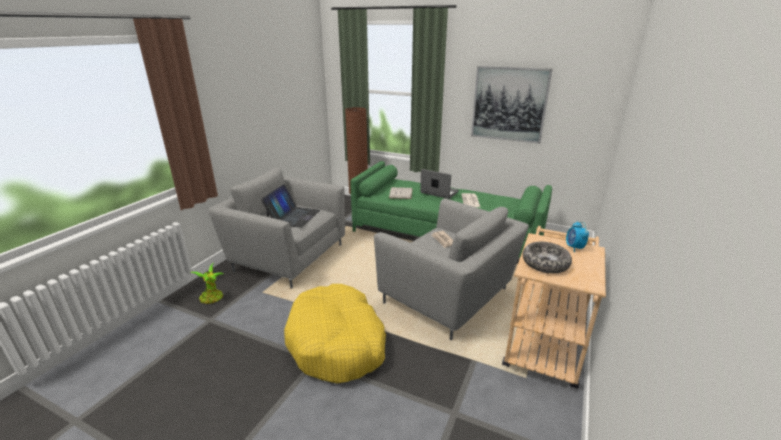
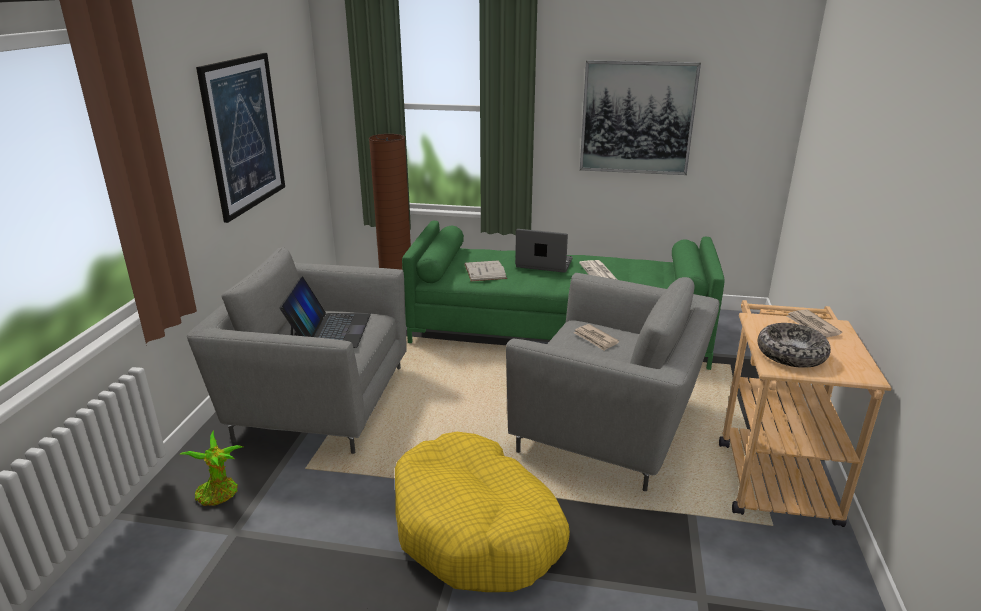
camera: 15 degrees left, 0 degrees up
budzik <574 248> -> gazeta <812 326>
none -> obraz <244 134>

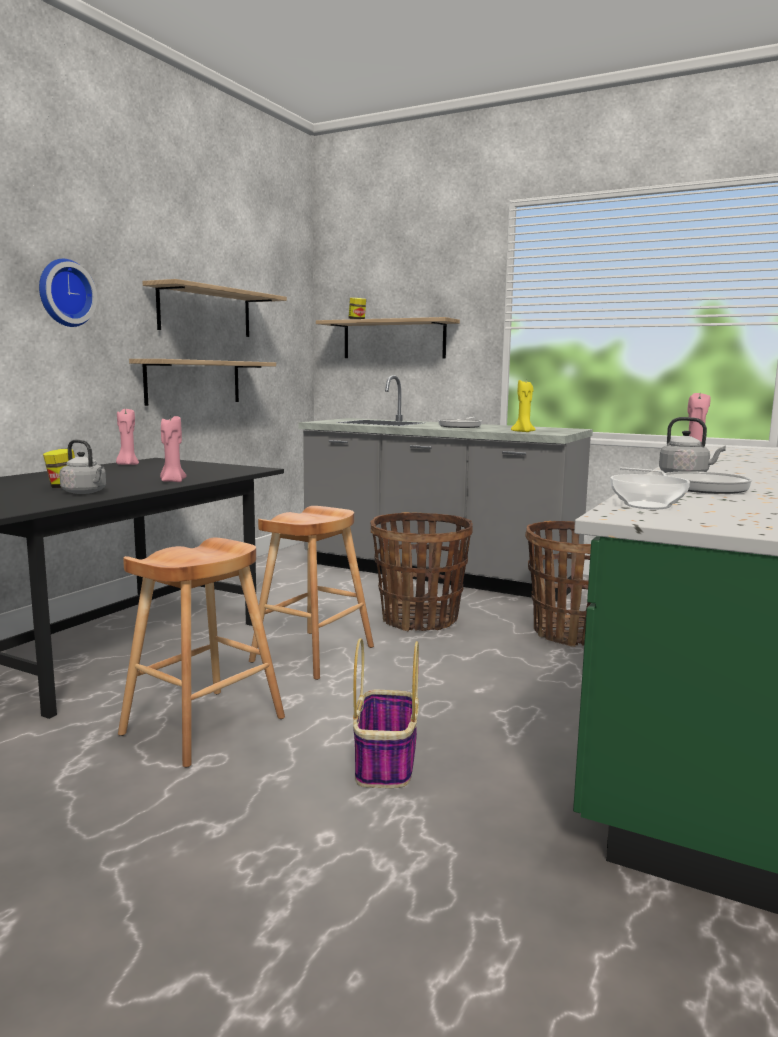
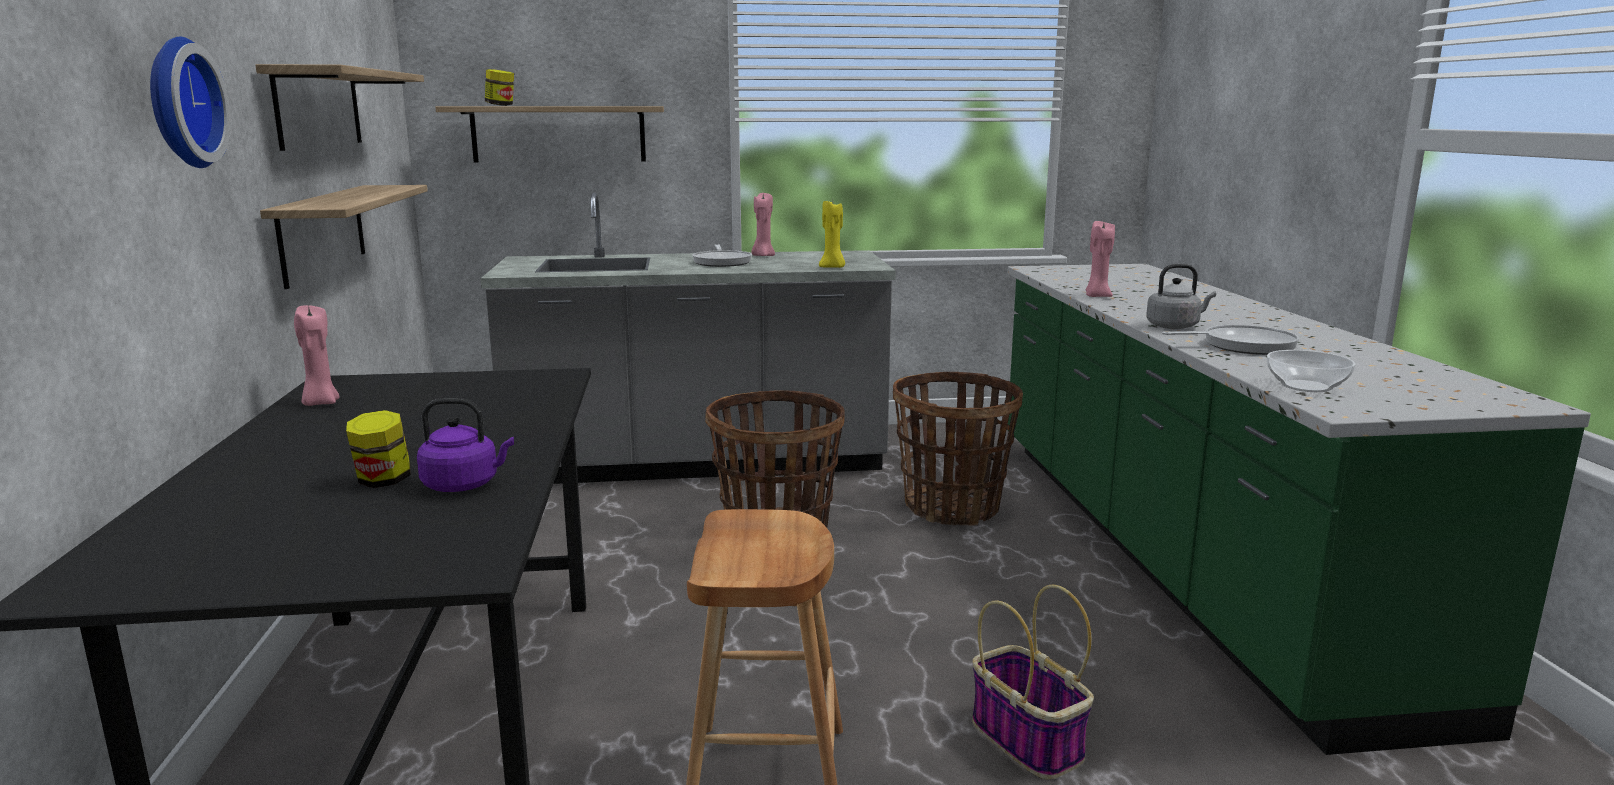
camera: 35 degrees left, 5 degrees up
czajnik/szary <85 492> -> czajnik/fioletowy <465 485>
świeca/różowy <172 481> -> świeca/różowy <763 256>, relocated
stołek/brązowy <313 654> -> none

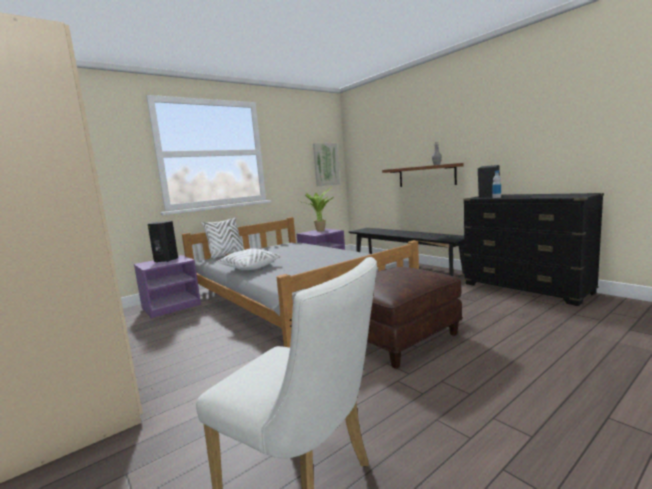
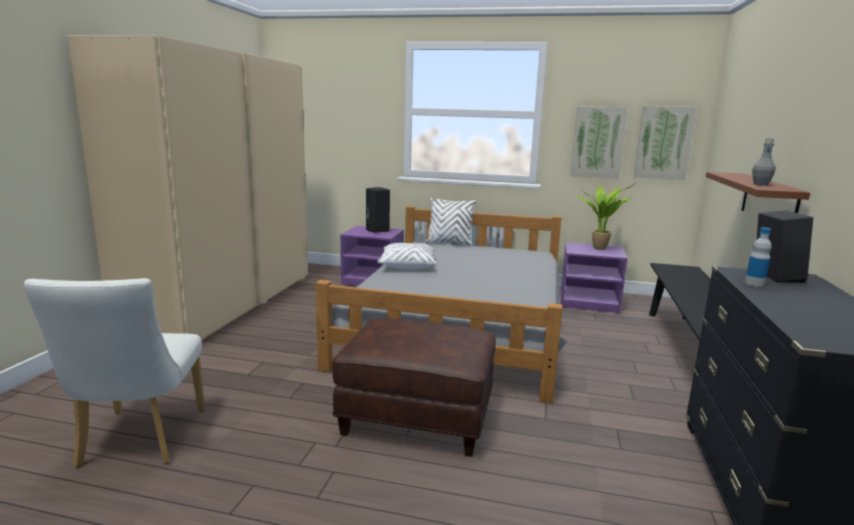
camera: 50 degrees right, 5 degrees up
none -> obraz <598 142>

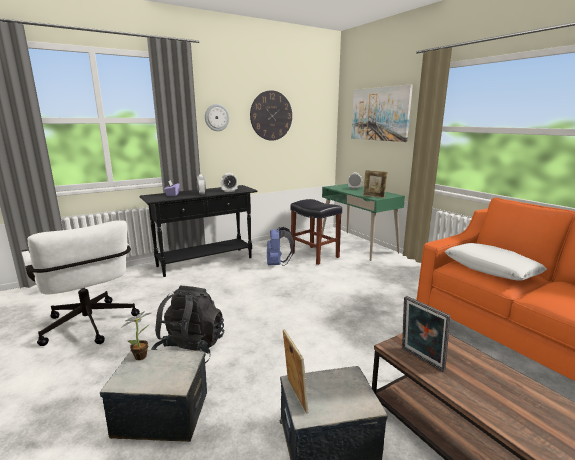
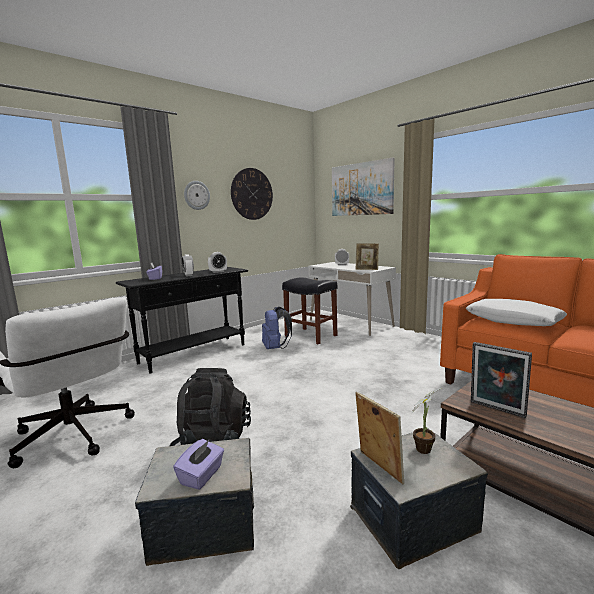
camera: 10 degrees left, 5 degrees down
roślina doniczkowa <143 356> -> roślina doniczkowa <424 448>, relocated
biurko/zielony <358 245> -> biurko/biały <350 323>
none -> pudełko chusteczek/fioletowy <202 475>

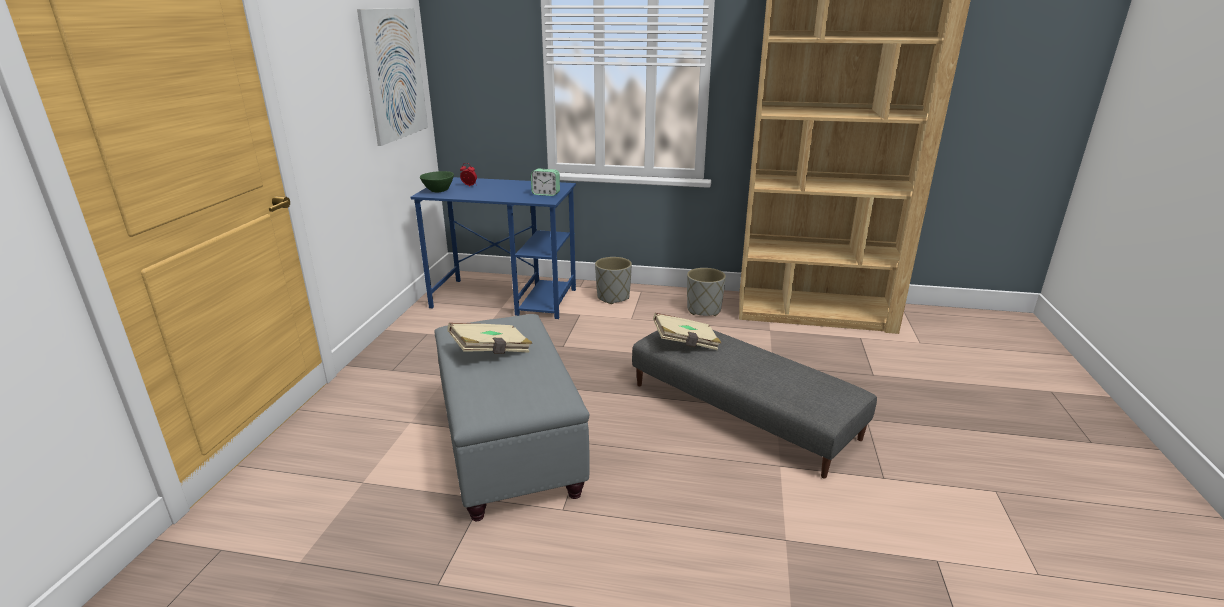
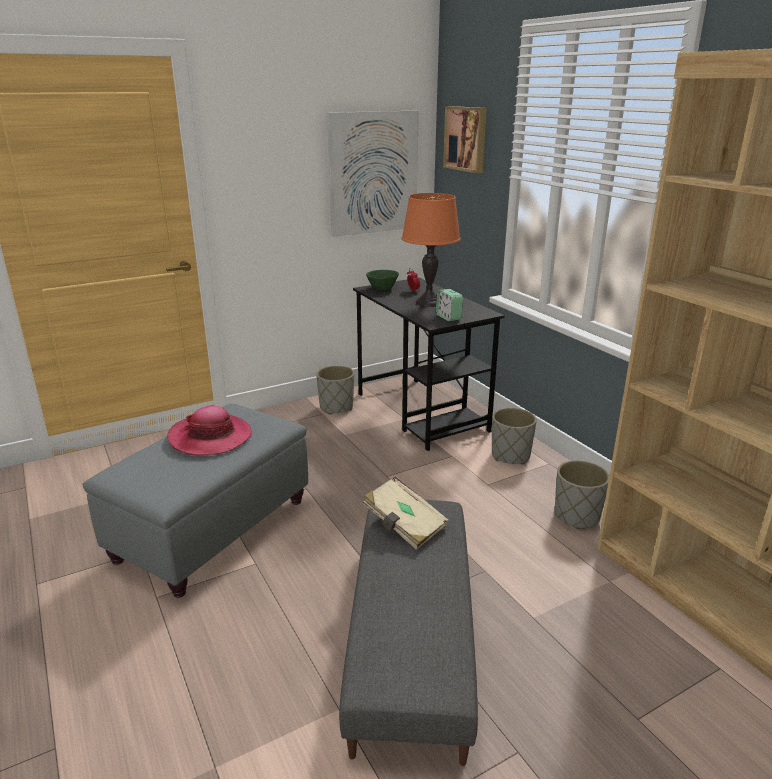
camera: 50 degrees right, 0 degrees up
biurko/niebieski <505 298> -> biurko/czarny <422 412>
książka/beżowy <491 352> -> kapelusz <210 437>
none -> donica/szary <336 407>
none -> lampa stołowa/pomarańczowy <429 303>
none -> obraz <466 139>

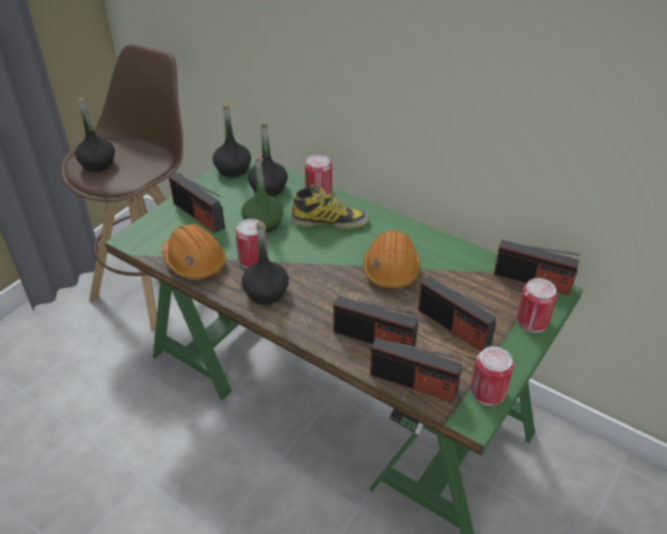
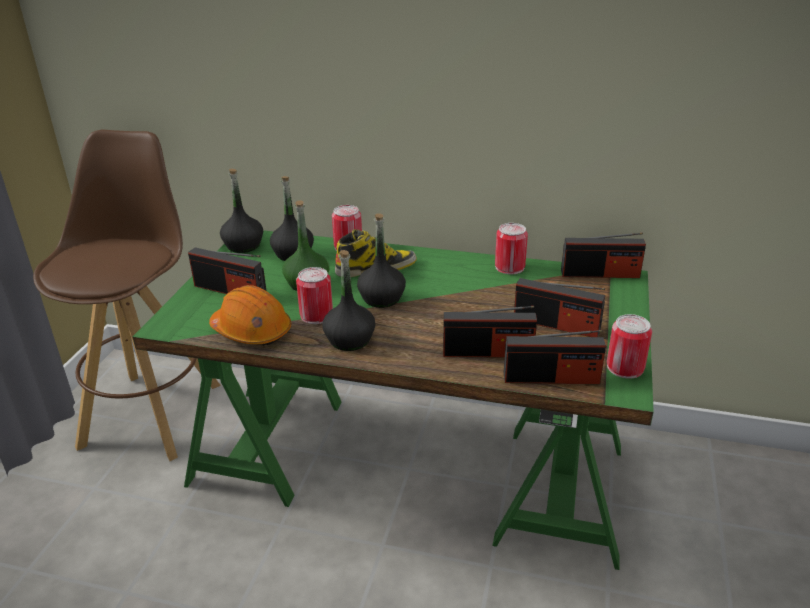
camera: 20 degrees left, 10 degrees down
butelka/czarny <98 164> -> butelka/czarny <382 298>, relocated
kask/pomarańczowy <391 269> -> none
puszka <532 321> -> puszka <509 267>, relocated

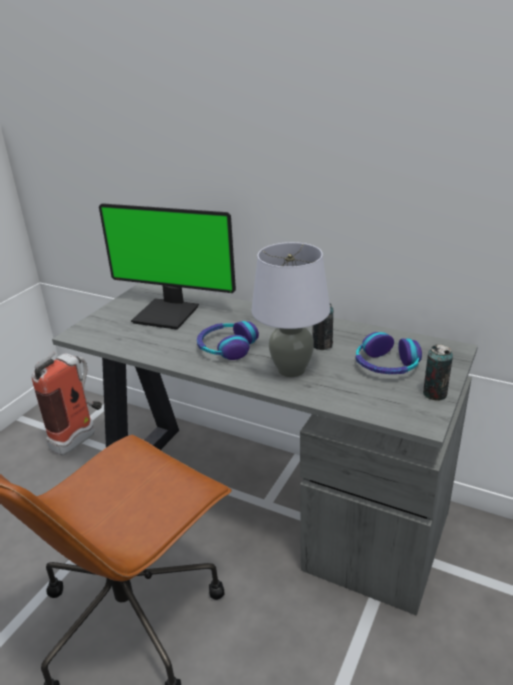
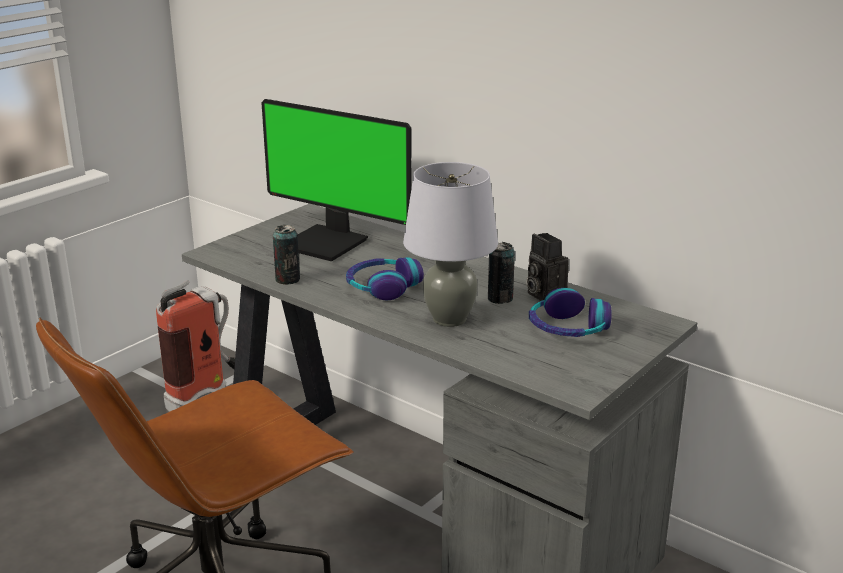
camera: 10 degrees right, 5 degrees down
puszka <434 394> -> puszka <287 279>, relocated
none -> aparat fotograficzny <543 294>

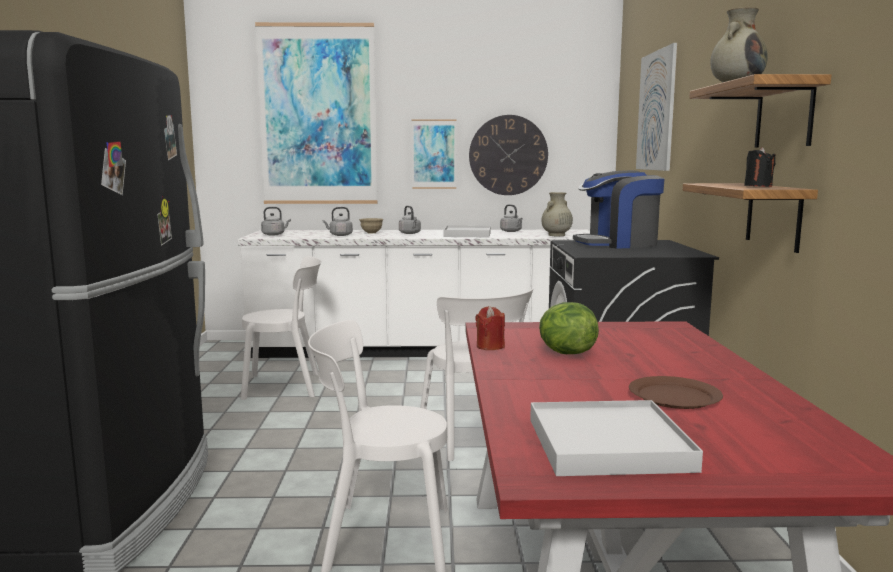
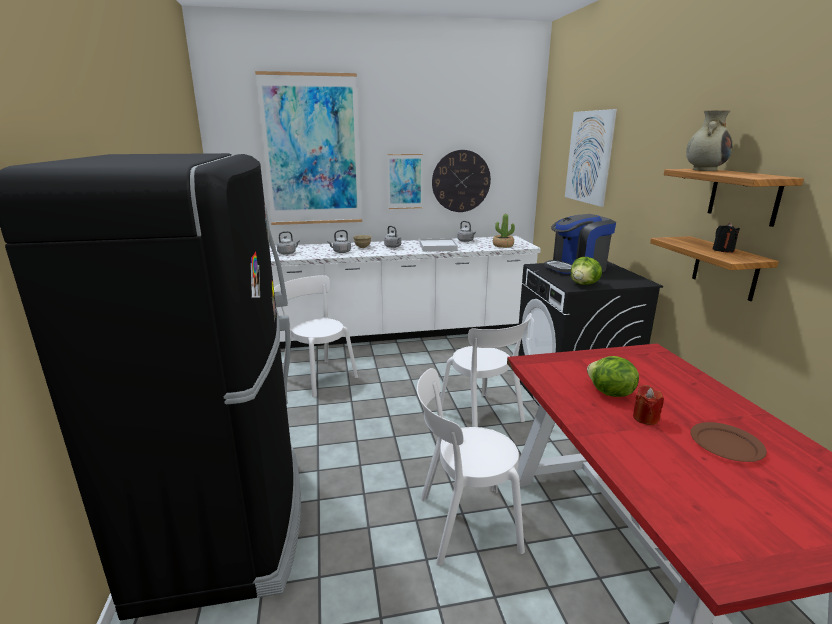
camera: 10 degrees left, 10 degrees up
krzesło/biały <287 385> -> krzesło/biały <318 376>, 120 degrees counterclockwise
świeca/czerwony <490 346> -> świeca/czerwony <645 418>, relocated
taca/biały <608 444> -> none
wazon/beżowy <556 235> -> roślina doniczkowa <503 245>
none -> sałata <584 284>

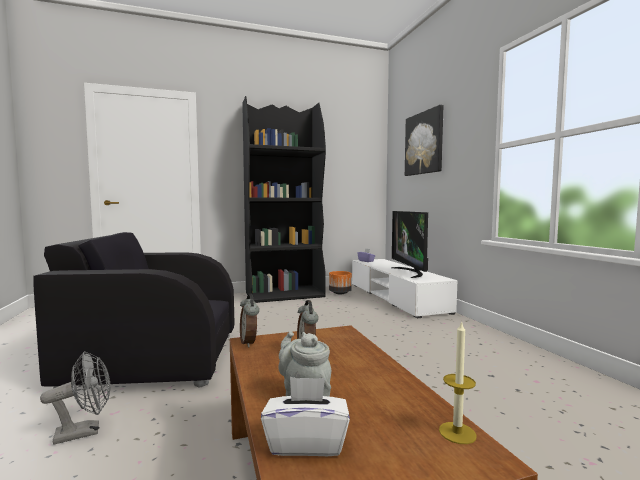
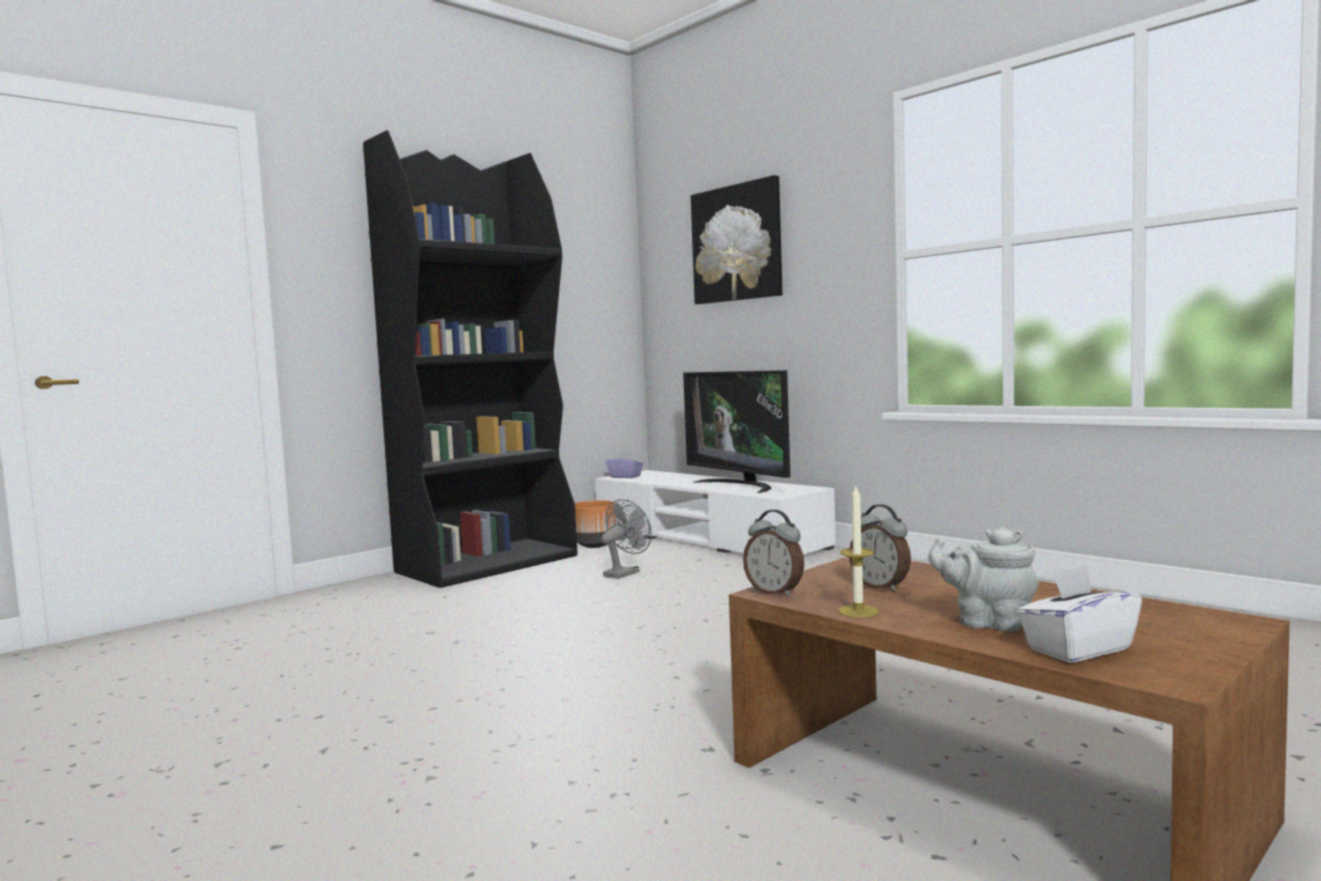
camera: 25 degrees left, 0 degrees up
fotel/czarny <155 359> -> none
wentylator/szary <85 431> -> wentylator/szary <625 573>, relocated
świeca <457 433> -> świeca <858 611>, relocated

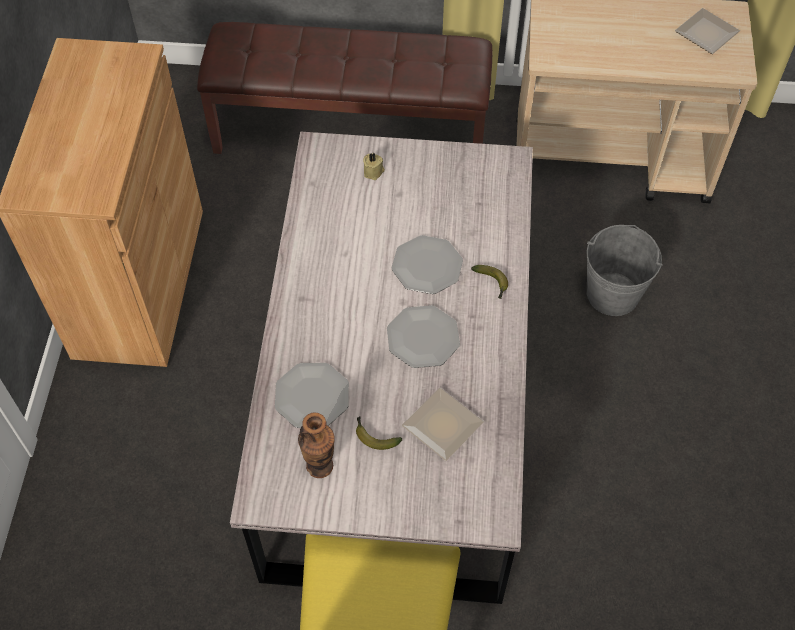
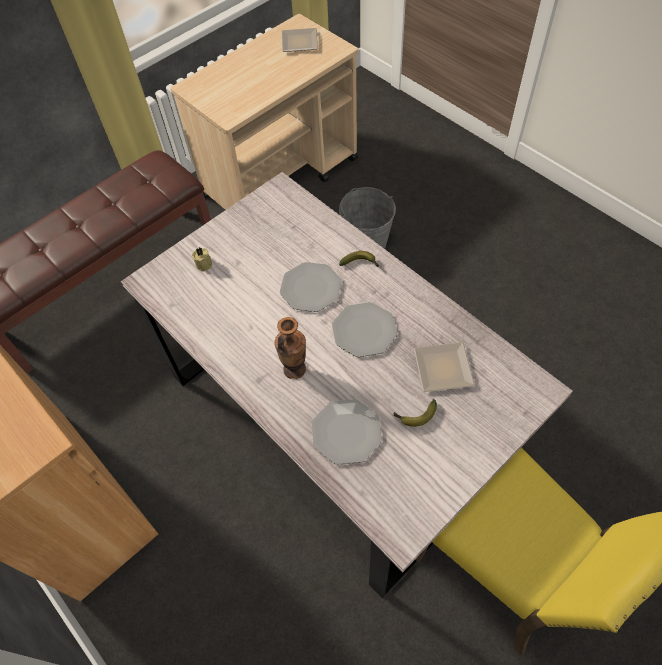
camera: 45 degrees left, 0 degrees up
wazon <320 466> -> wazon <294 369>, relocated

